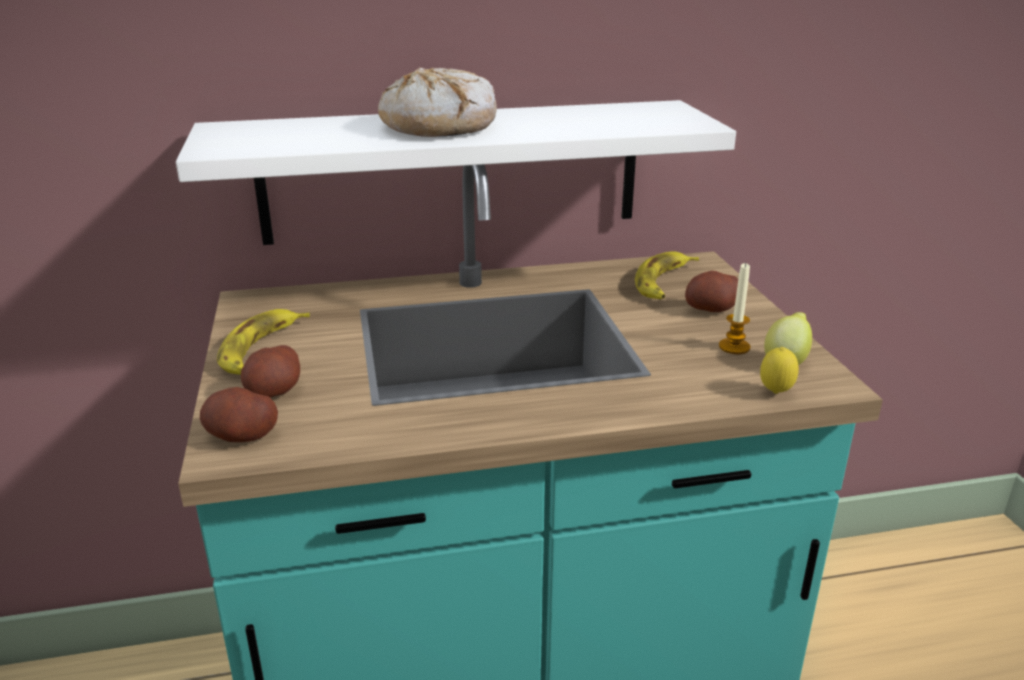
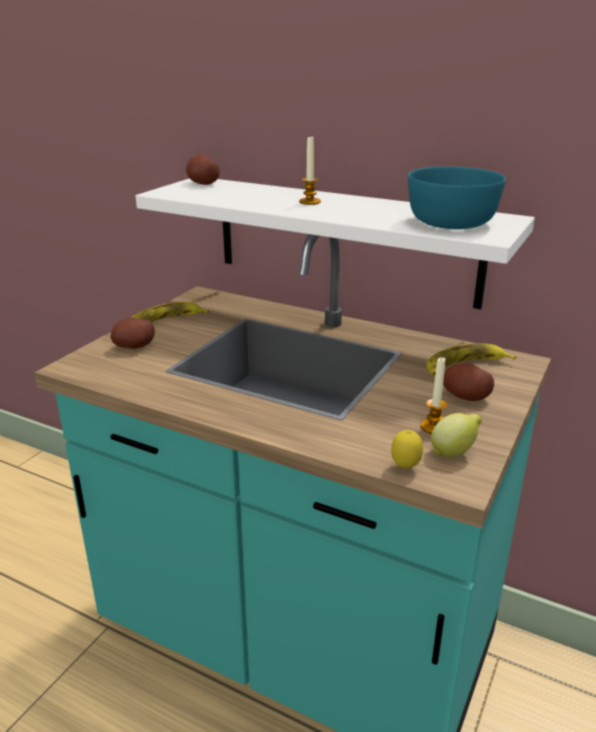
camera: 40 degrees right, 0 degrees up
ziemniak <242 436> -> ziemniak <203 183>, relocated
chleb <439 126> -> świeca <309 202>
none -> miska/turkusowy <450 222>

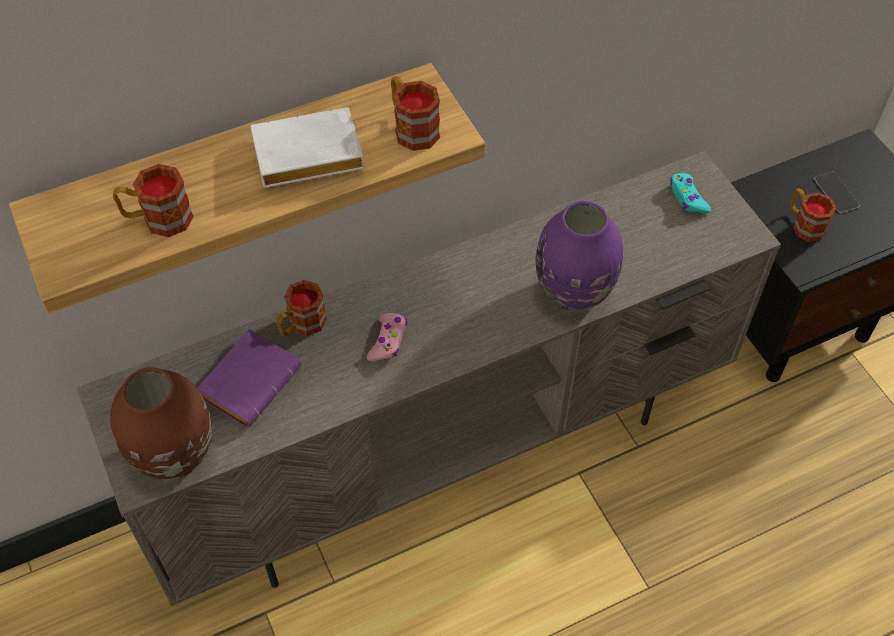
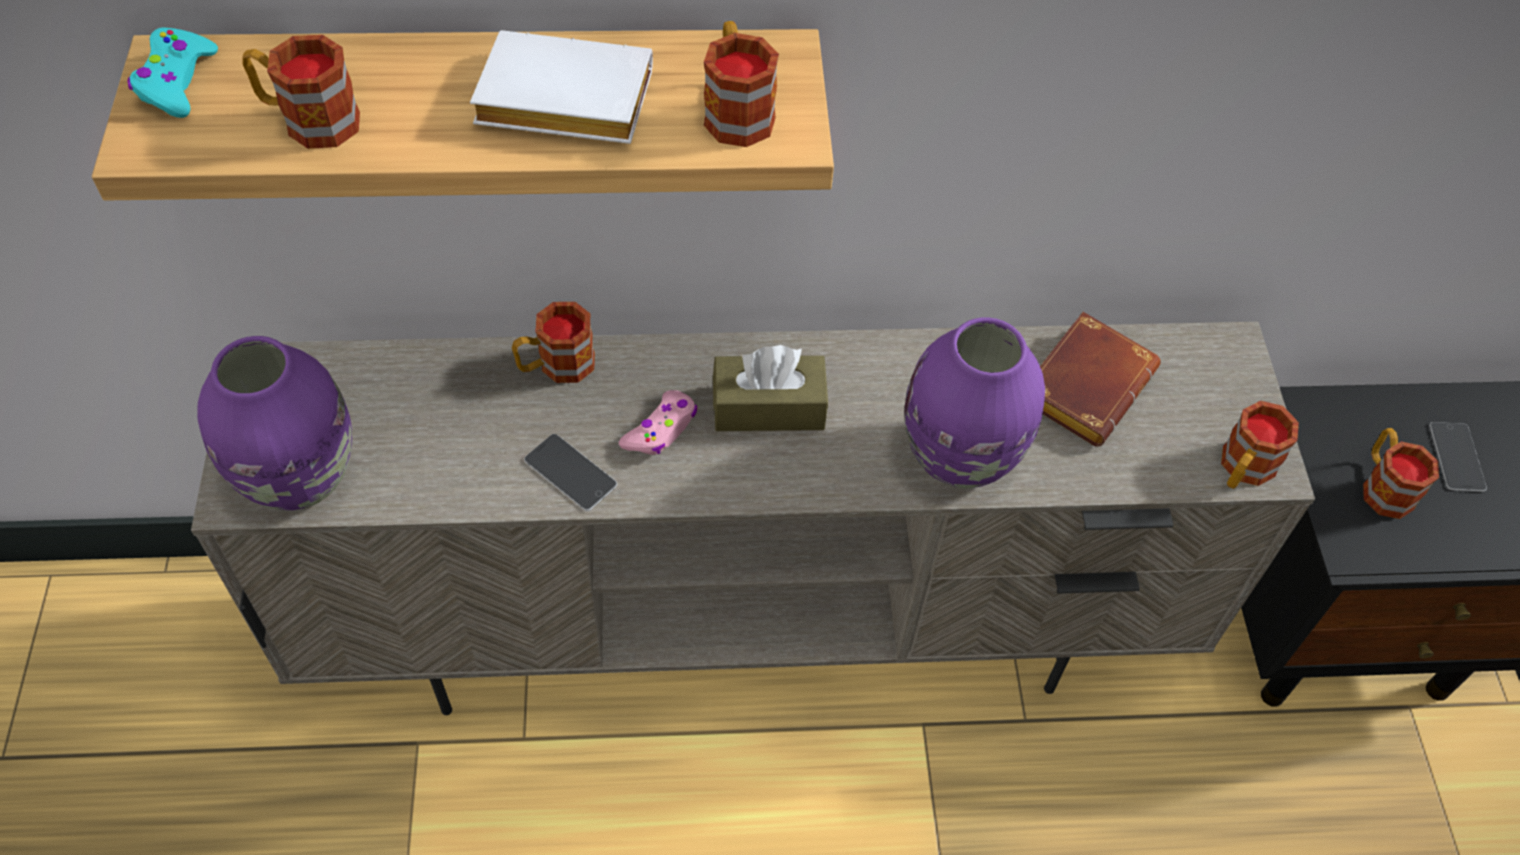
camera: 20 degrees right, 0 degrees up
wazon/brązowy <175 455> -> wazon/fioletowy <300 479>
książka/fioletowy <250 380> -> none
pad do gier/turkusowy <687 198> -> pad do gier/turkusowy <176 82>, relocated
none -> telefon <570 472>
none -> pudełko chusteczek/brązowy <768 407>
none -> książka/brązowy <1085 383>
none -> kubek <1243 470>

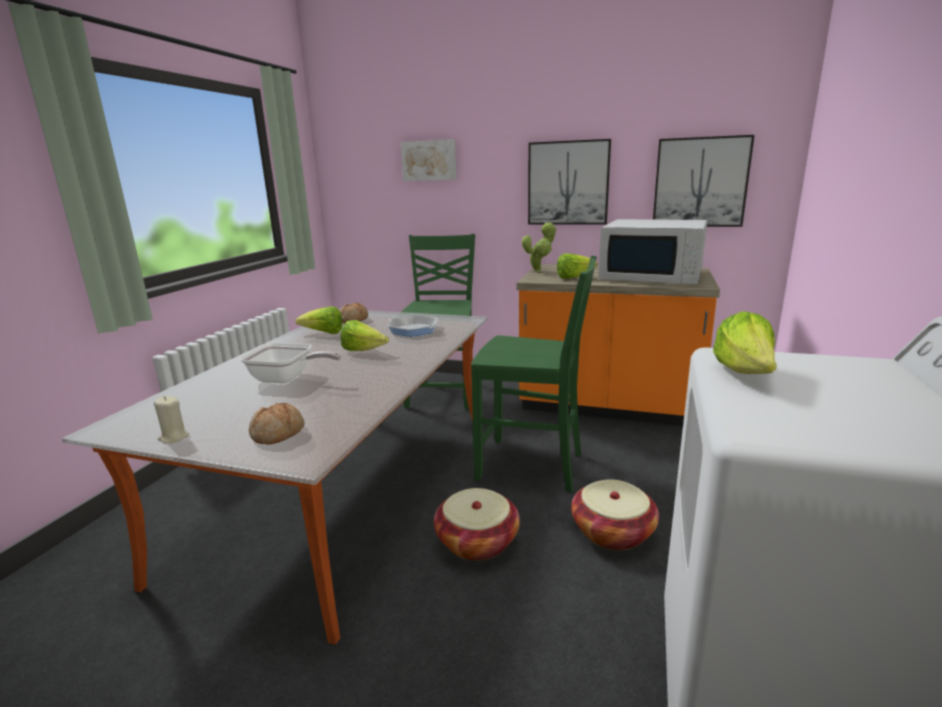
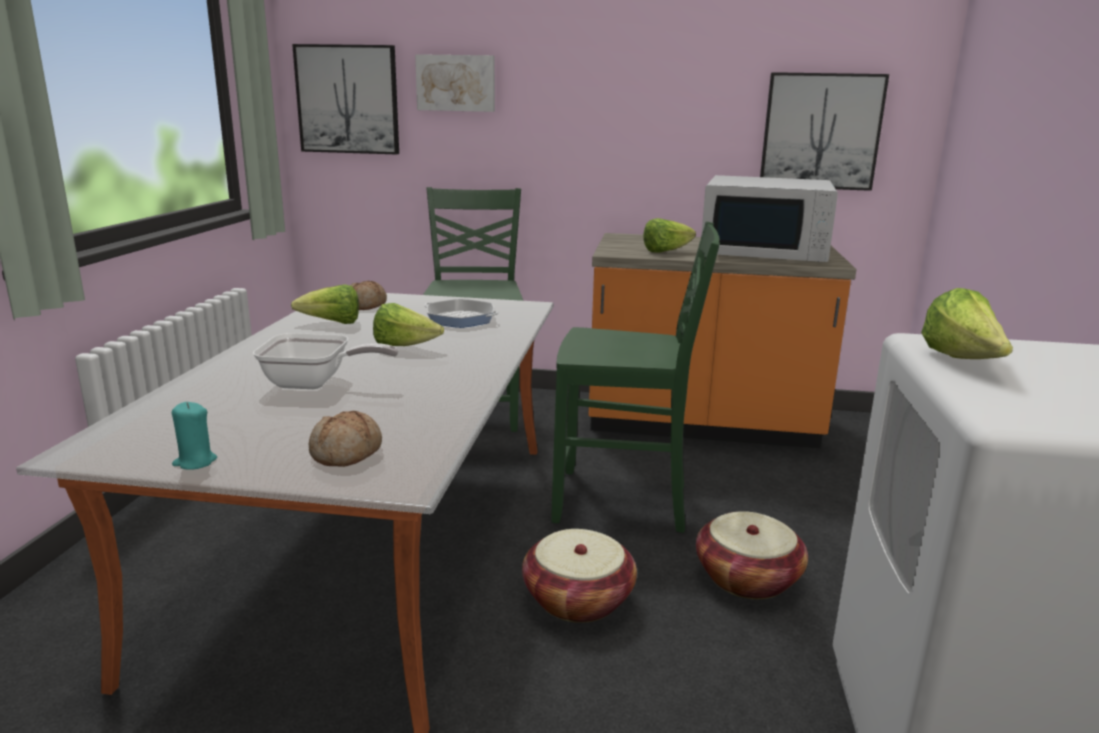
camera: 10 degrees left, 0 degrees up
świeca/beżowy <174 437> -> świeca/turkusowy <195 462>
roślina doniczkowa <539 271> -> none
obraz <568 183> -> obraz <348 99>, relocated

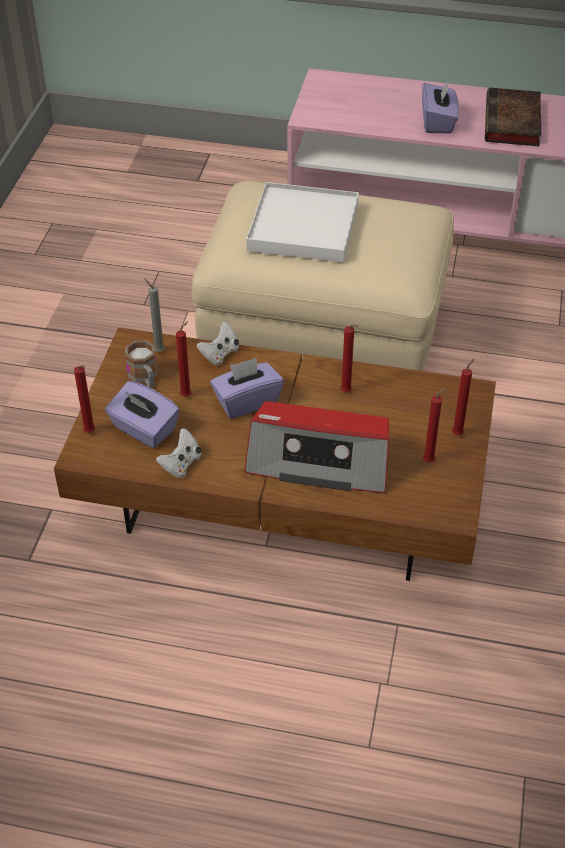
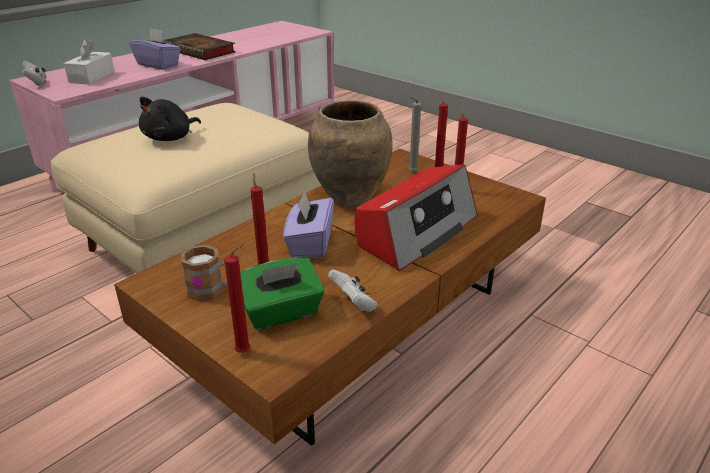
camera: 60 degrees left, 15 degrees down
pudełko chusteczek/fioletowy <144 429> -> pudełko chusteczek/zielony <281 313>
świeca/szary <158 350> -> świeca/szary <411 172>, relocated
pad do gier/biały <220 354> -> pad do gier/biały <37 83>, relocated
taca/biały <303 227> -> pluszak/czarny <170 138>
świeca/czerwony <347 392> -> wazon/brązowy <351 198>
none -> pudełko chusteczek/biały <92 77>

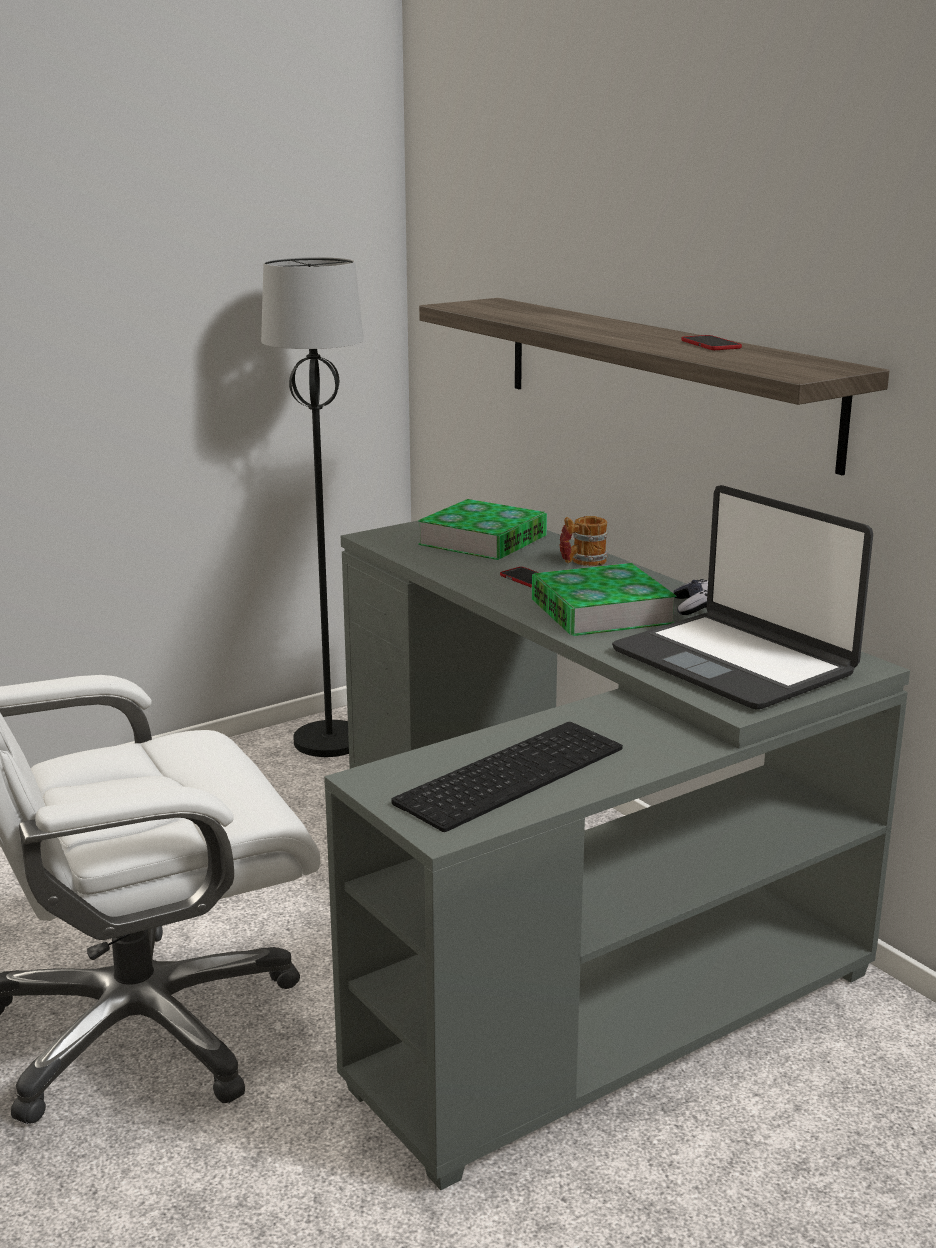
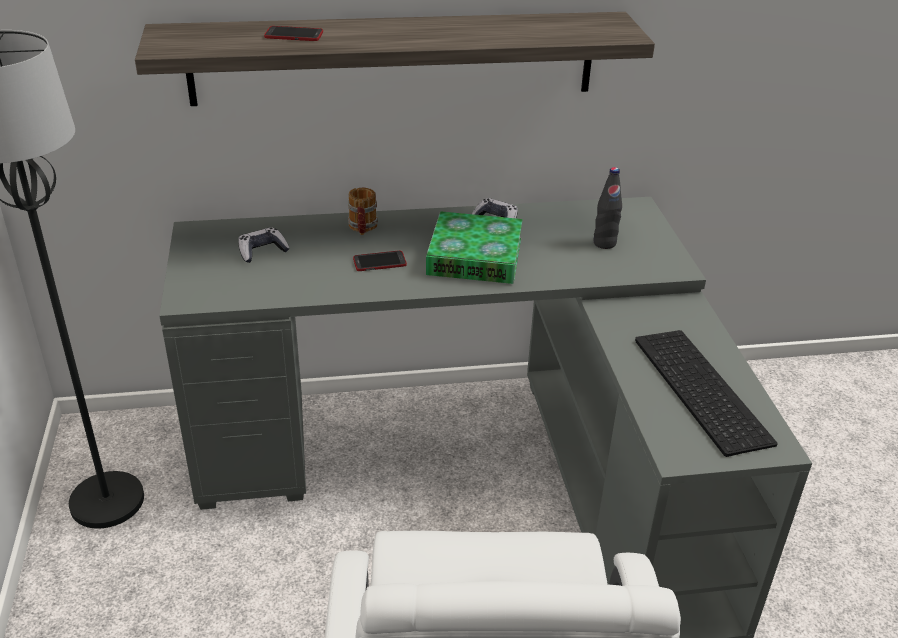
camera: 65 degrees left, 15 degrees up
książka <483 540> -> pad do gier <262 251>
laptop <734 662> -> butelka/czarny <604 243>
telefon <710 344> -> telefon <294 35>, relocated

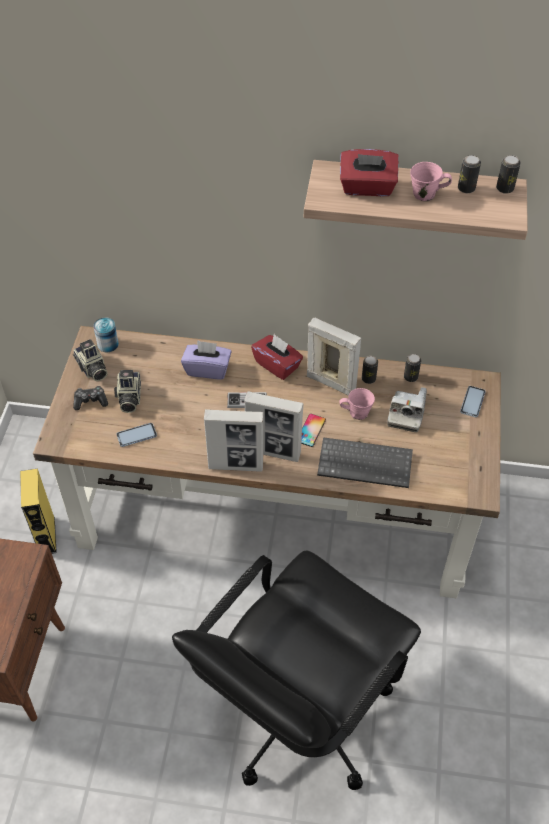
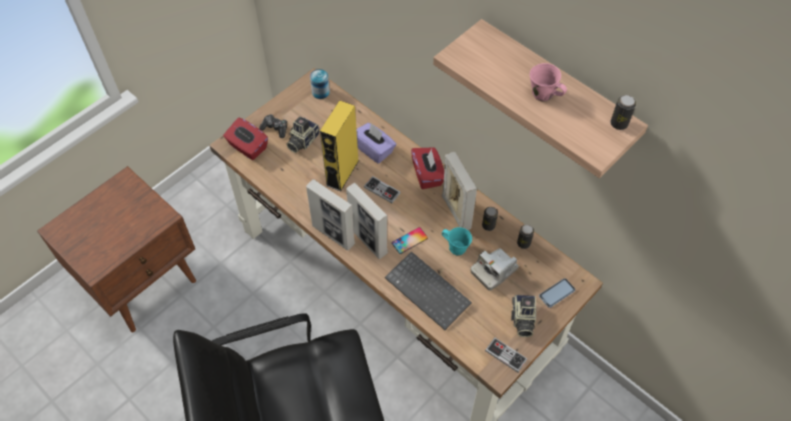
camera: 35 degrees right, 5 degrees up
głośnik/żółty <47 536> -> głośnik/żółty <342 173>, relocated
aparat fotograficzny <92 369> -> aparat fotograficzny <522 320>, relocated
telefon <136 435> -> none
kubek/różowy <357 412> -> kubek/turkusowy <456 247>
pudełko chusteczek/czerwony <367 188> -> pudełko chusteczek/czerwony <247 147>, relocated
puszka <466 188> -> none
none -> pad do gier <505 355>

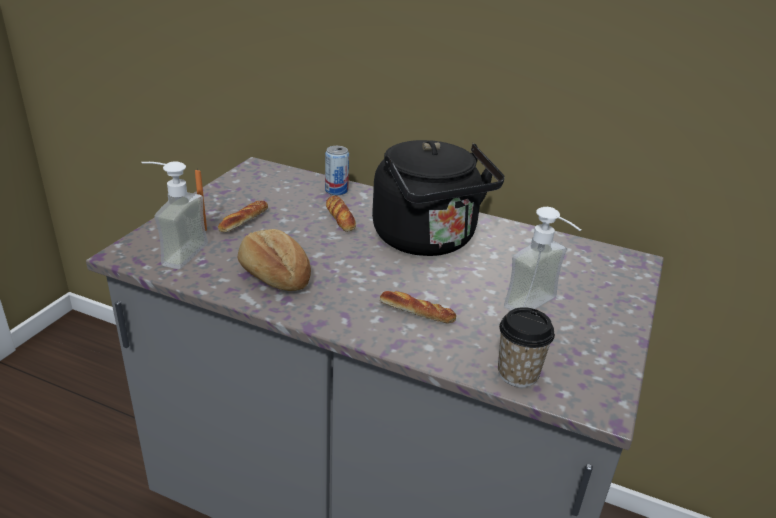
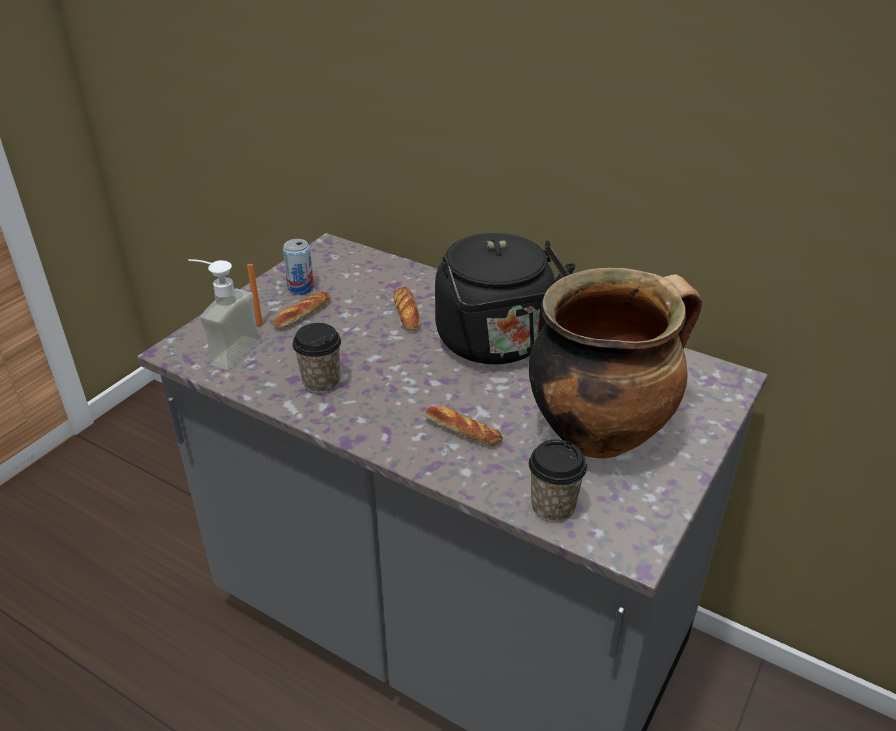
camera: 10 degrees right, 5 degrees up
chleb <273 277> -> filiżanka <321 382>
puszka <336 190> -> puszka <301 288>, relocated
dozownik mydła <539 308> -> garnek <600 432>

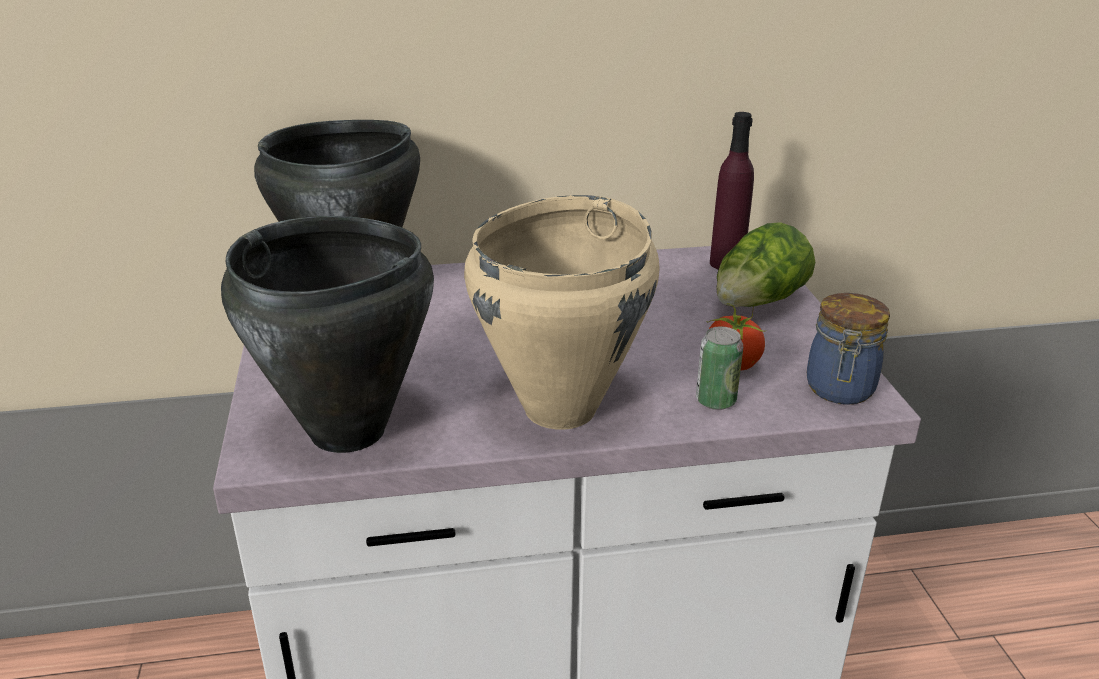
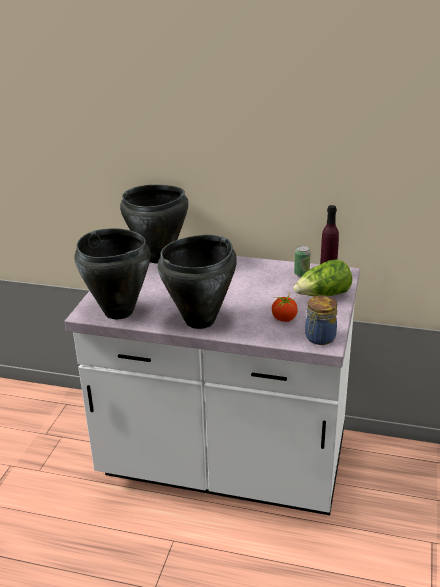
camera: 25 degrees right, 0 degrees up
garnek/beżowy <562 409> -> garnek/czarny <200 321>
puszka <715 401> -> puszka <301 274>, relocated

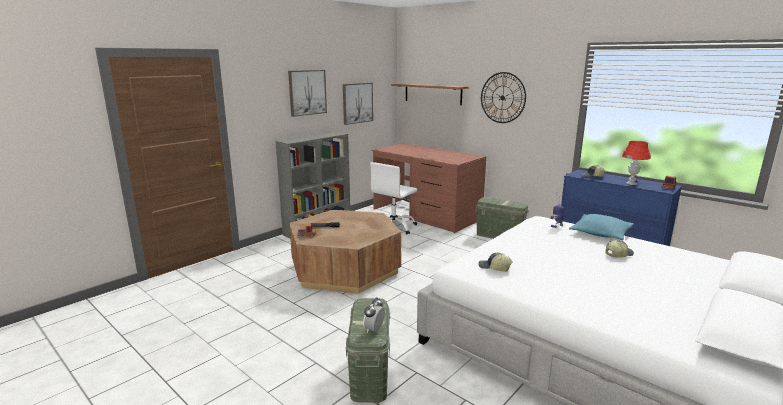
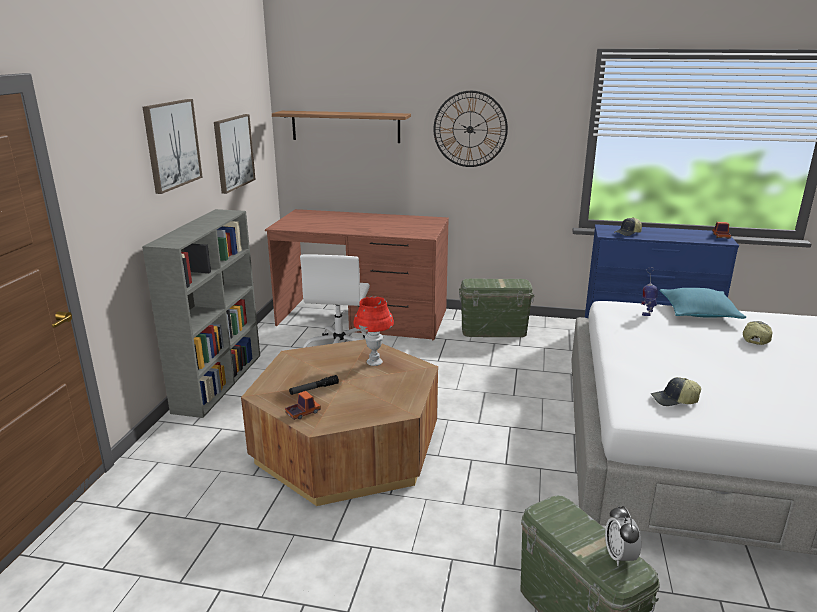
camera: 30 degrees left, 5 degrees up
lampa stołowa/czerwony <631 183> -> lampa stołowa/czerwony <374 362>, relocated

